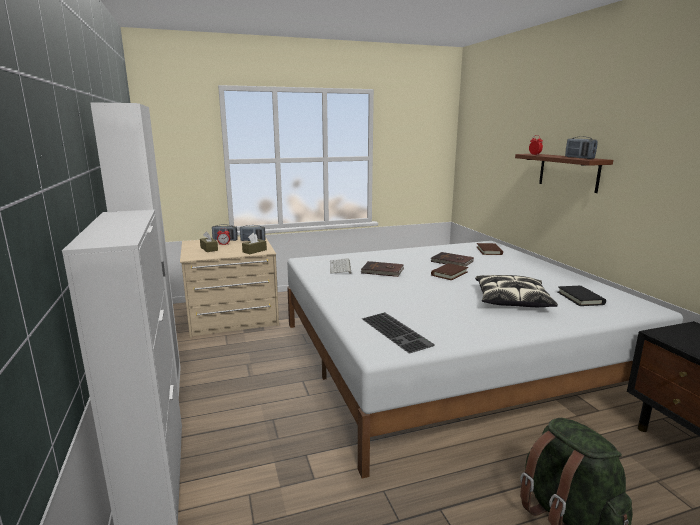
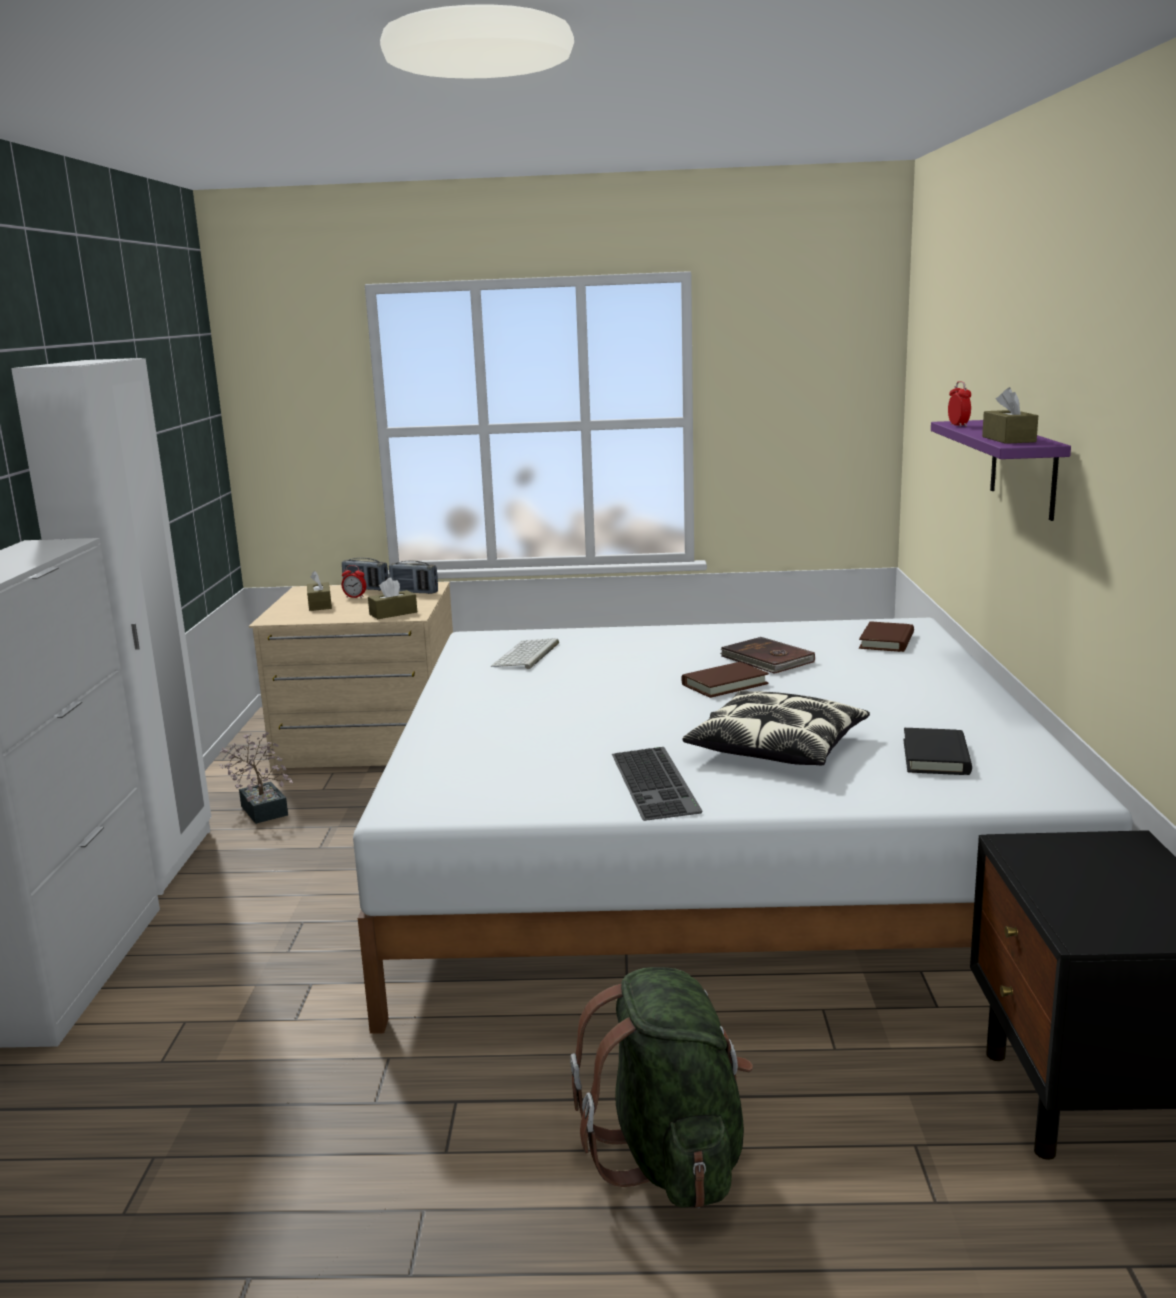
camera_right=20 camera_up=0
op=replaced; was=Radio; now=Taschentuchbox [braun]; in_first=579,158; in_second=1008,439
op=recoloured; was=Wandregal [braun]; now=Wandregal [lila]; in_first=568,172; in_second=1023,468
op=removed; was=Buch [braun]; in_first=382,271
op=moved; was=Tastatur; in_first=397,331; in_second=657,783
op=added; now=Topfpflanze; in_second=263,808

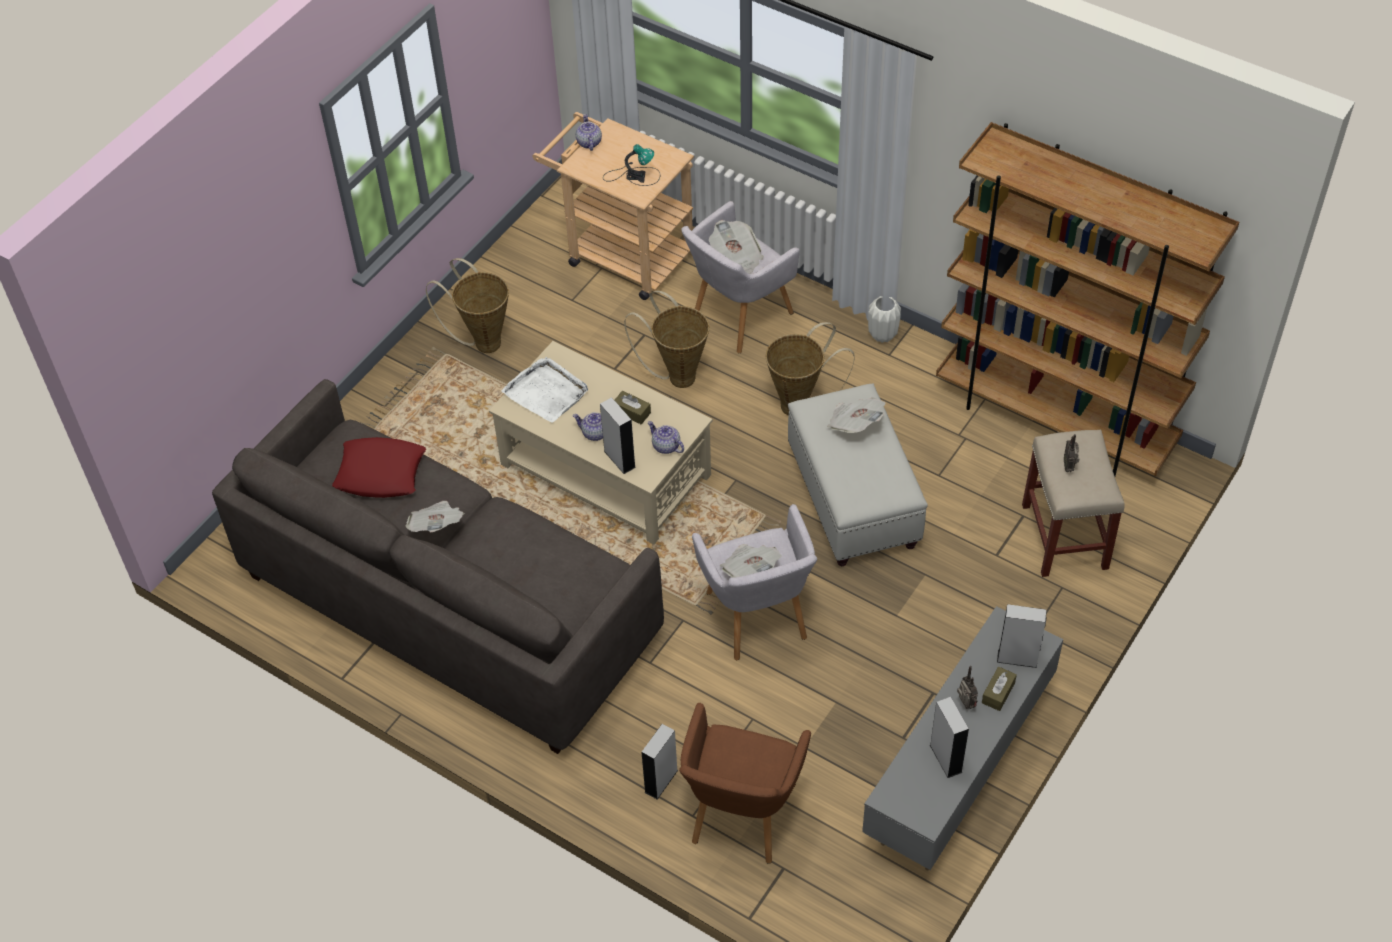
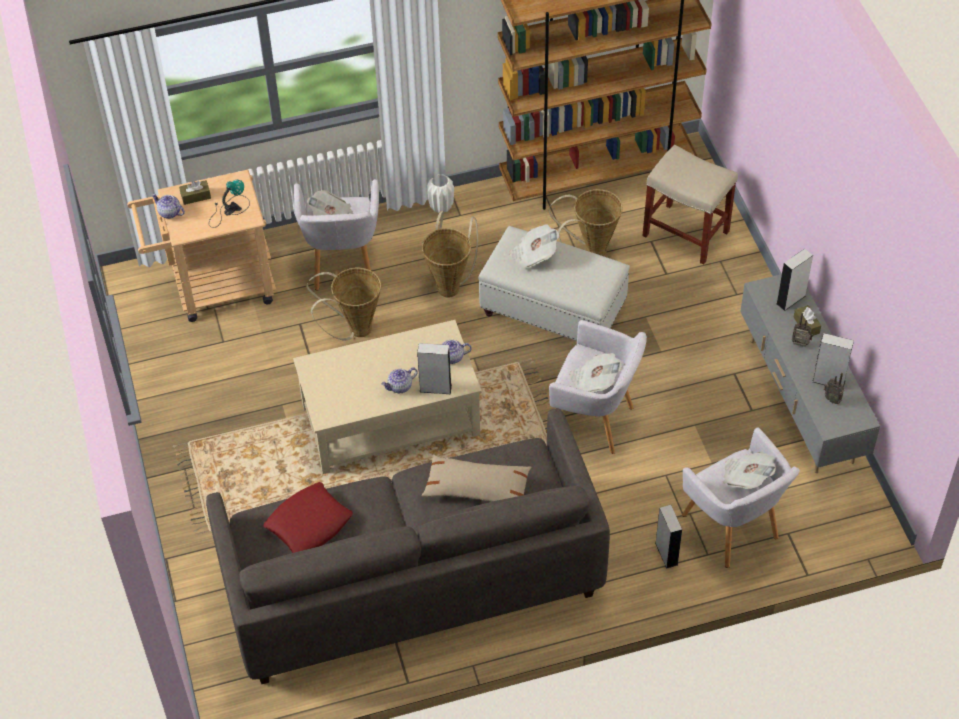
camera_right=-50 camera_up=0
op=moved; was=Korb; in_first=483,341; in_second=590,251
op=removed; was=Tablett [weiß]; in_first=546,392
op=moved; was=Taschentuchbox [braun]; in_first=632,412; in_second=196,196
op=moved; was=Radio; in_first=1069,466; in_second=832,399
op=moved; was=Zeitung; in_first=437,526; in_second=746,477
op=recoloured; was=Sessel [braun]; now=Sessel [grau]; in_first=741,818; in_second=732,530
op=added; now=Kissen [beige]; in_second=477,488

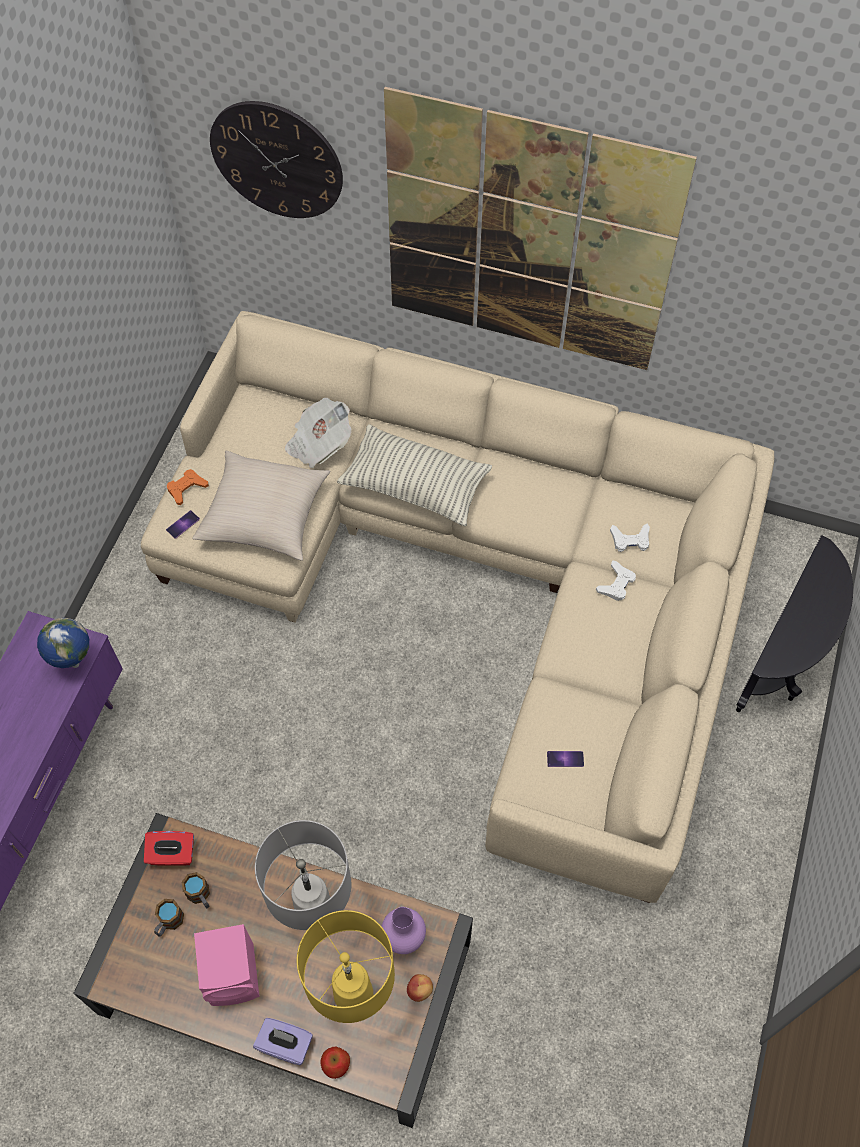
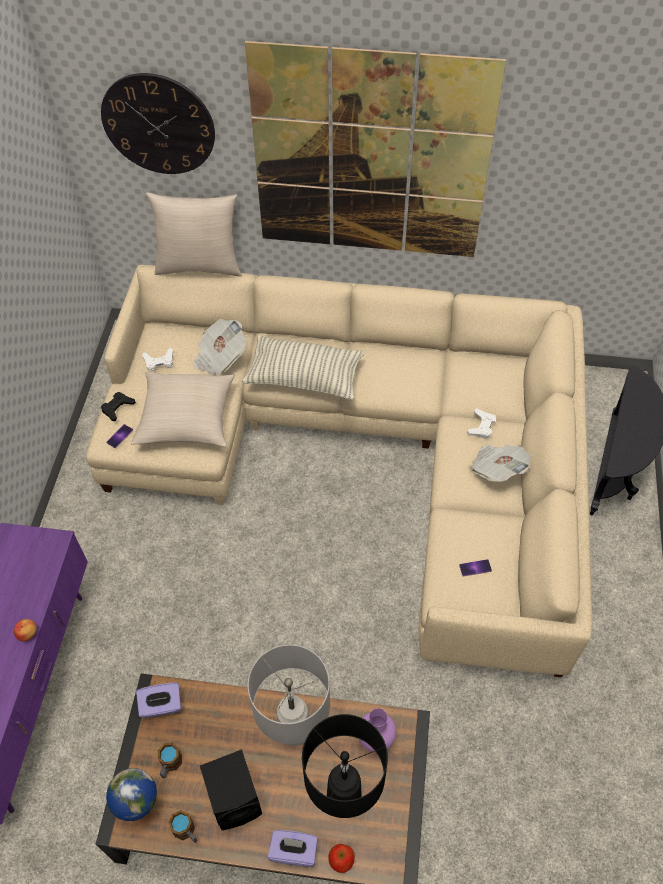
camera_right=-10 camera_up=-5
op=recoloured; was=Gamepad [orange]; now=Gamepad [schwarz]; in_first=187,488; in_second=117,408
op=moved; was=Gamepad [weiß]; in_first=630,540; in_second=159,362
op=moved; was=Globus; in_first=74,665; in_second=139,807
op=recoloured; was=Taschentuchbox [rot]; now=Taschentuchbox [lila]; in_first=172,854; in_second=161,706
op=moved; was=Henkelbecher; in_first=200,896; in_second=187,832
op=recoloured; was=Tischlampe [gelb]; now=Tischlampe [schwarz]; in_first=354,996; in_second=344,797
op=recoloured; was=Lautsprecher [rosa]; now=Lautsprecher [schwarz]; in_first=235,975; in_second=237,799
op=moved; was=Apfel; in_first=419,990; in_second=28,634
op=added; now=Kissen [beige]; in_second=199,266
op=added; now=Zeitung; in_second=497,469

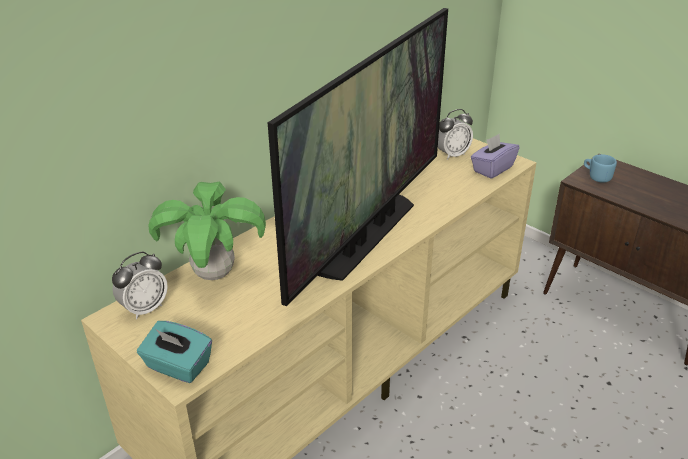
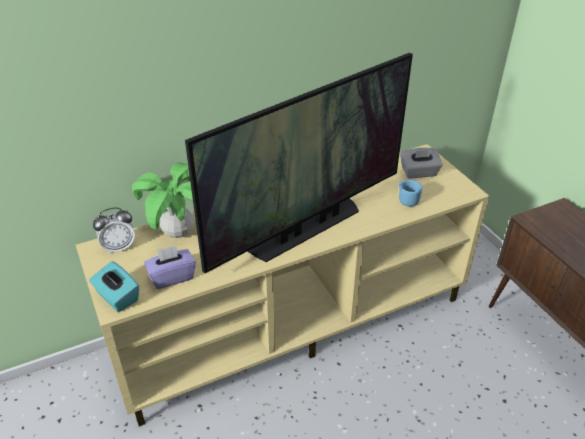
camera_right=20 camera_up=5
op=replaced; was=Wecker; now=Taschentuchbox [grau]; in_first=452,155; in_second=419,173
op=moved; was=Taschentuchbox [lila]; in_first=492,169; in_second=172,277
op=moved; was=Henkelbecher [blau]; in_first=596,177; in_second=407,200

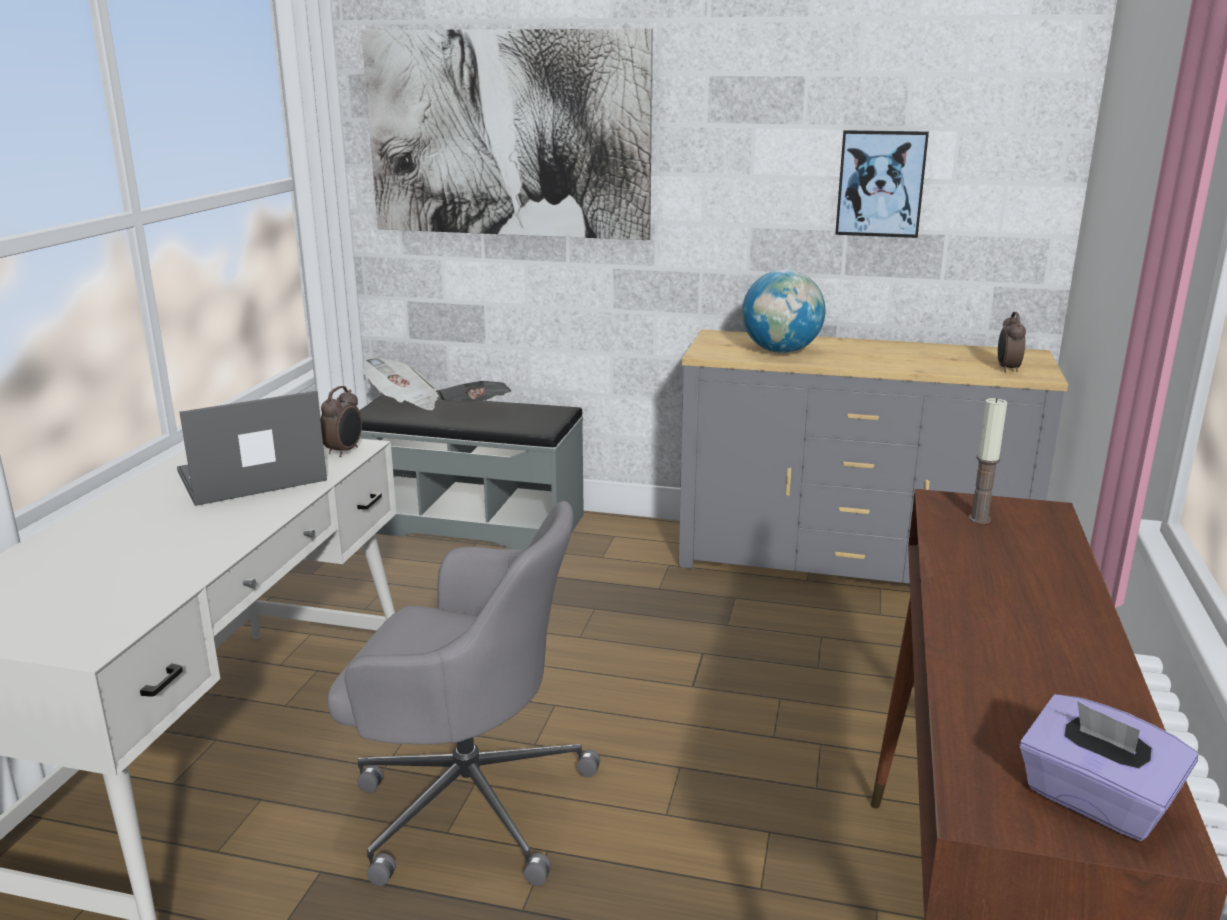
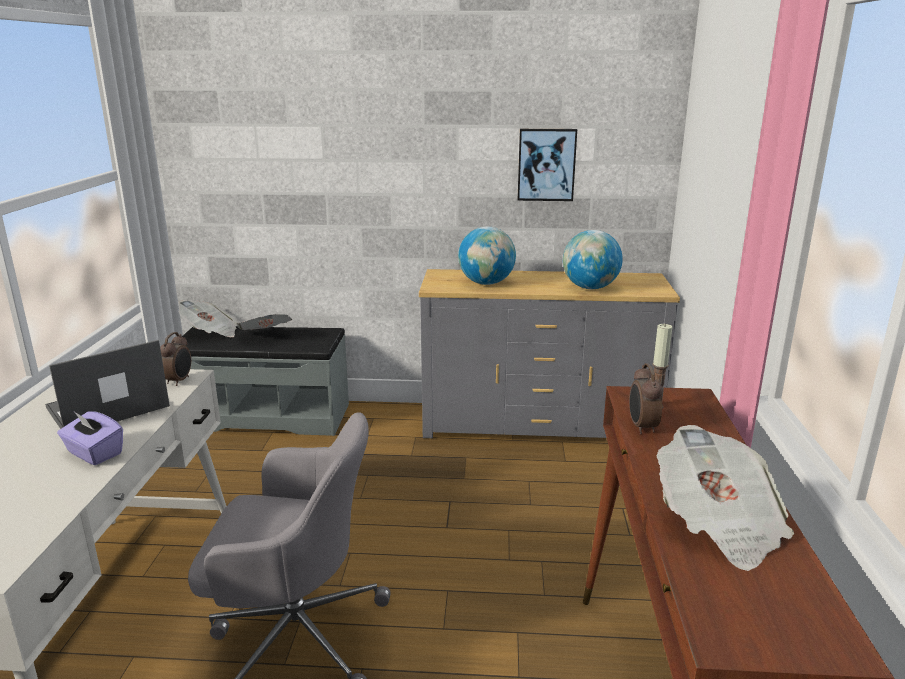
camera_right=-10 camera_up=0
op=removed; was=Bild; in_first=508,134
op=moved; was=Wecker; in_first=1007,369; in_second=641,427
op=moved; was=Taschentuchbox [lila]; in_first=1095,801; in_second=94,453
op=added; now=Globus; in_second=590,288
op=added; now=Zeitung; in_second=719,525

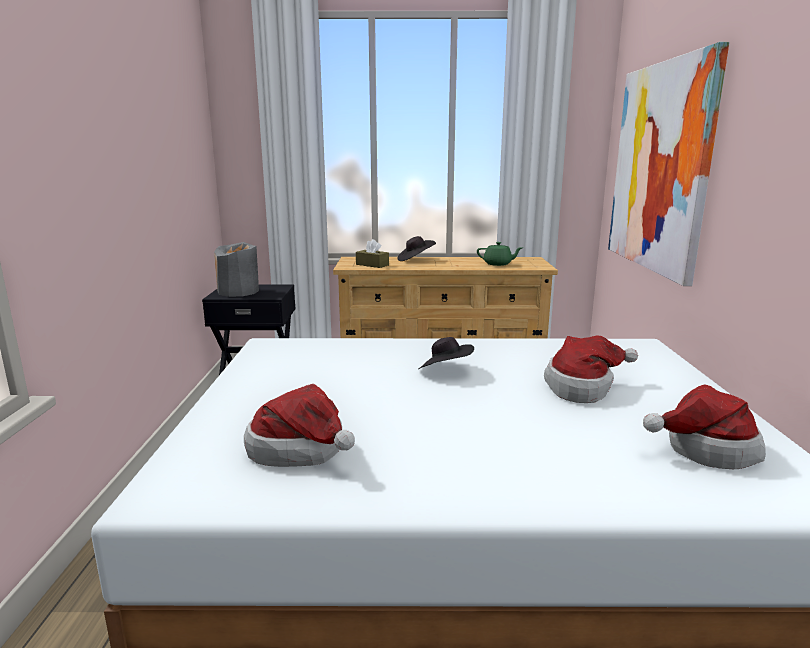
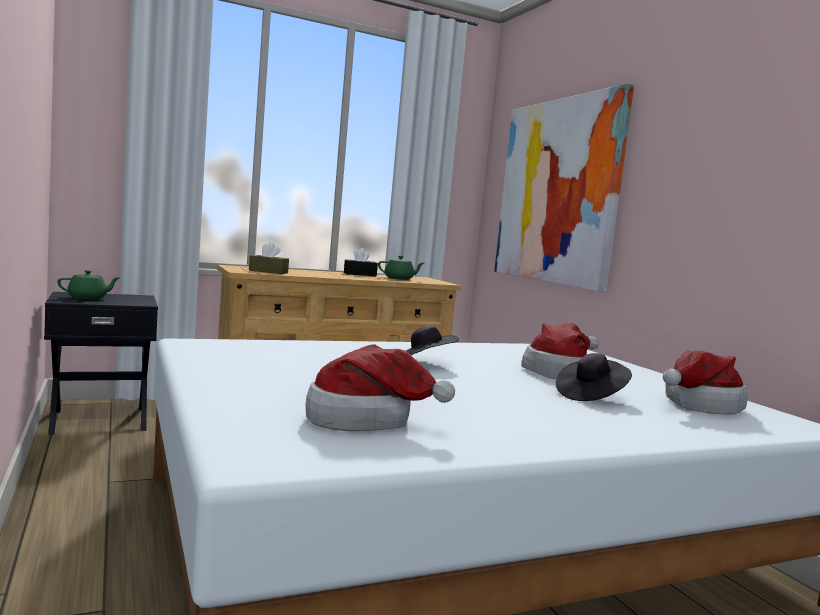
camera_right=-25 camera_up=-10
op=moved; was=Hut [schwarz]; in_first=415,260; in_second=590,396
op=replaced; was=Vase [grau]; now=Teekanne [grün]; in_first=238,291; in_second=88,298
op=added; now=Taschentuchbox [schwarz]; in_second=360,274

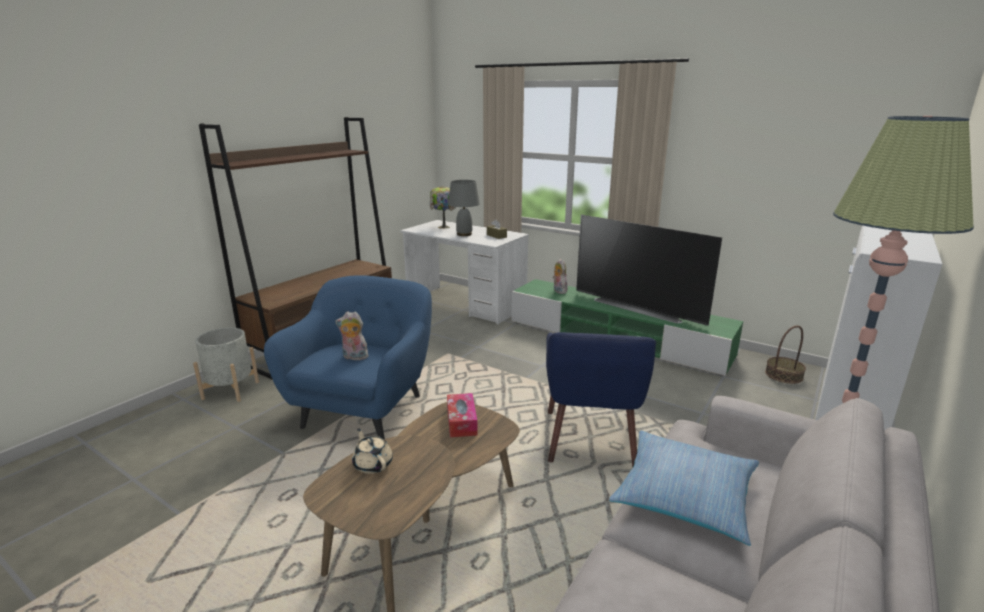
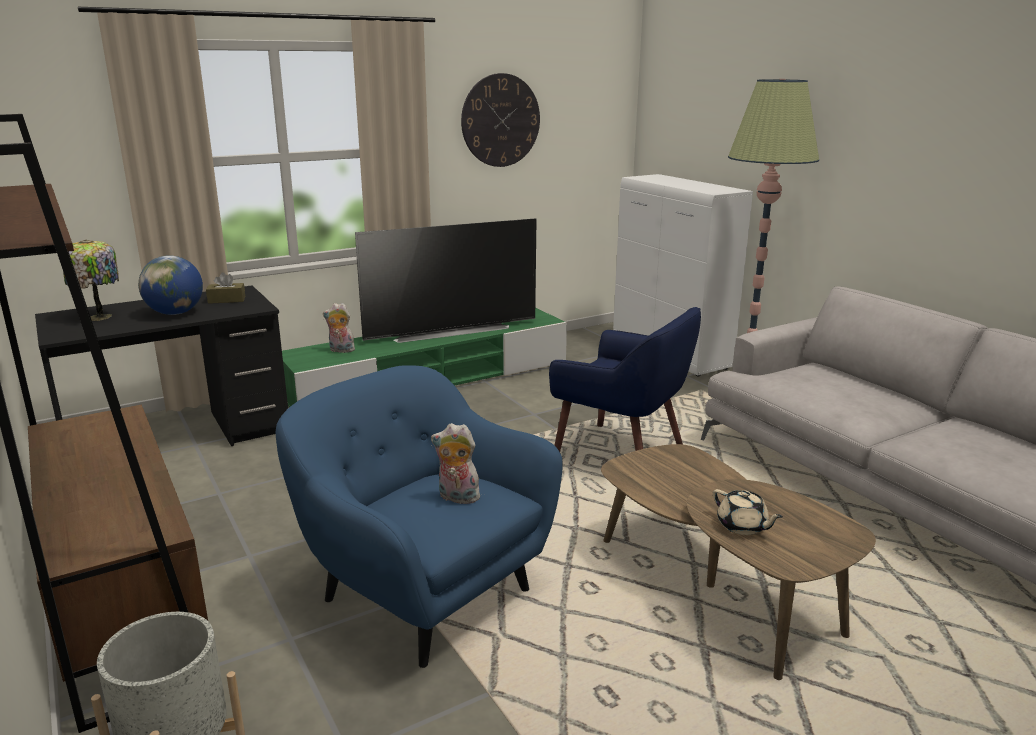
camera_right=-65 camera_up=0
op=replaced; was=Tischlampe [grau]; now=Globus; in_first=464,234; in_second=175,313
op=recoloured; was=Schreibtisch [weiß]; now=Schreibtisch [schwarz]; in_first=465,304; in_second=179,438
op=turned; was=Plüschtier; in_first=354,357; in_second=456,498; clockwise=75
op=removed; was=Korb; in_first=783,375
op=removed; was=Taschentuchbox; in_first=461,421
op=turned; was=Teekanne [beige]; in_first=373,464; in_second=742,526; clockwise=-120
op=removed; was=Kissen; in_first=685,495
op=added; now=Wanduhr; in_second=500,120

